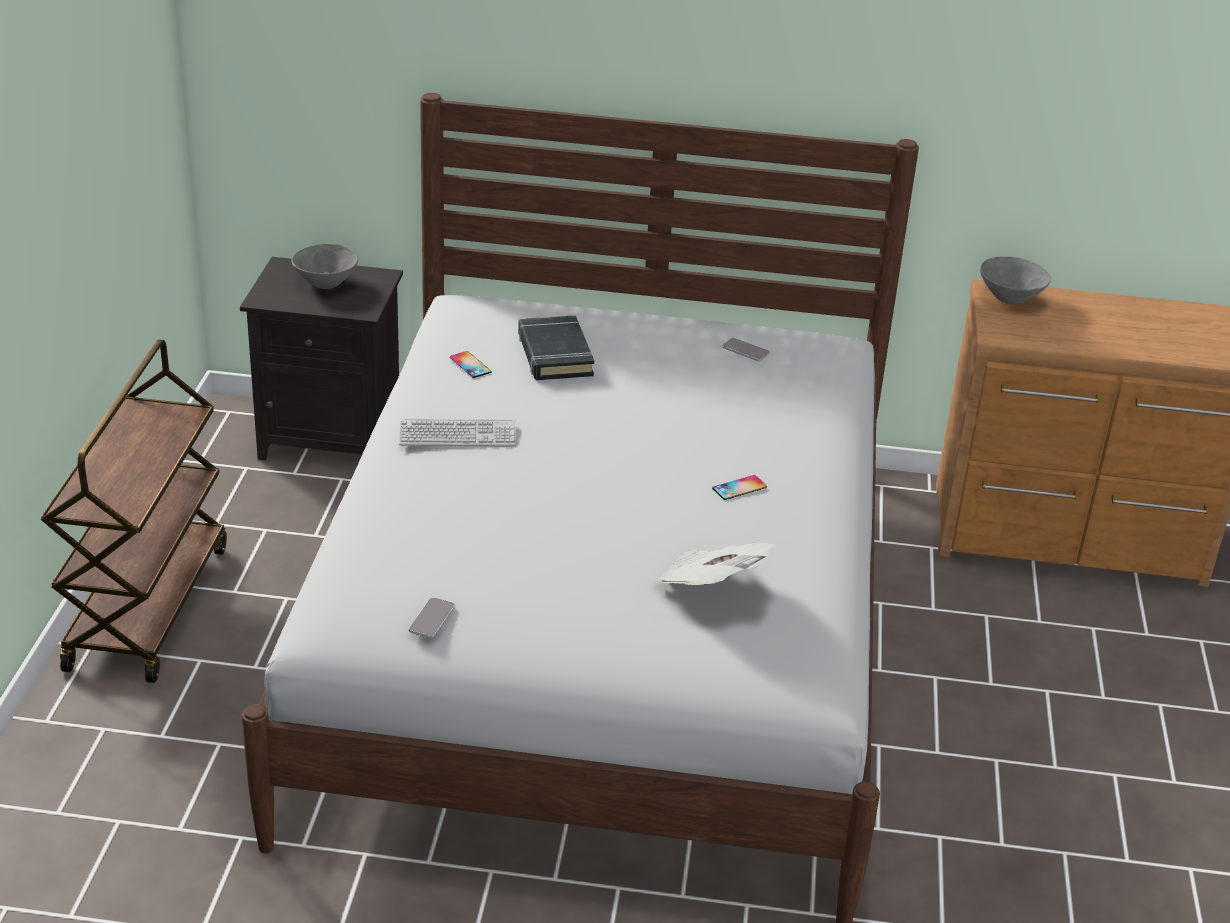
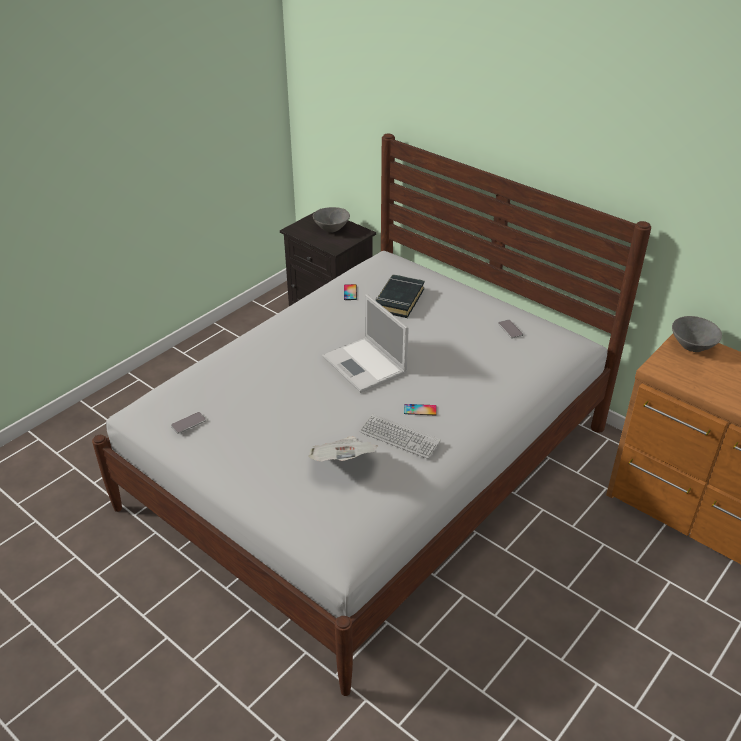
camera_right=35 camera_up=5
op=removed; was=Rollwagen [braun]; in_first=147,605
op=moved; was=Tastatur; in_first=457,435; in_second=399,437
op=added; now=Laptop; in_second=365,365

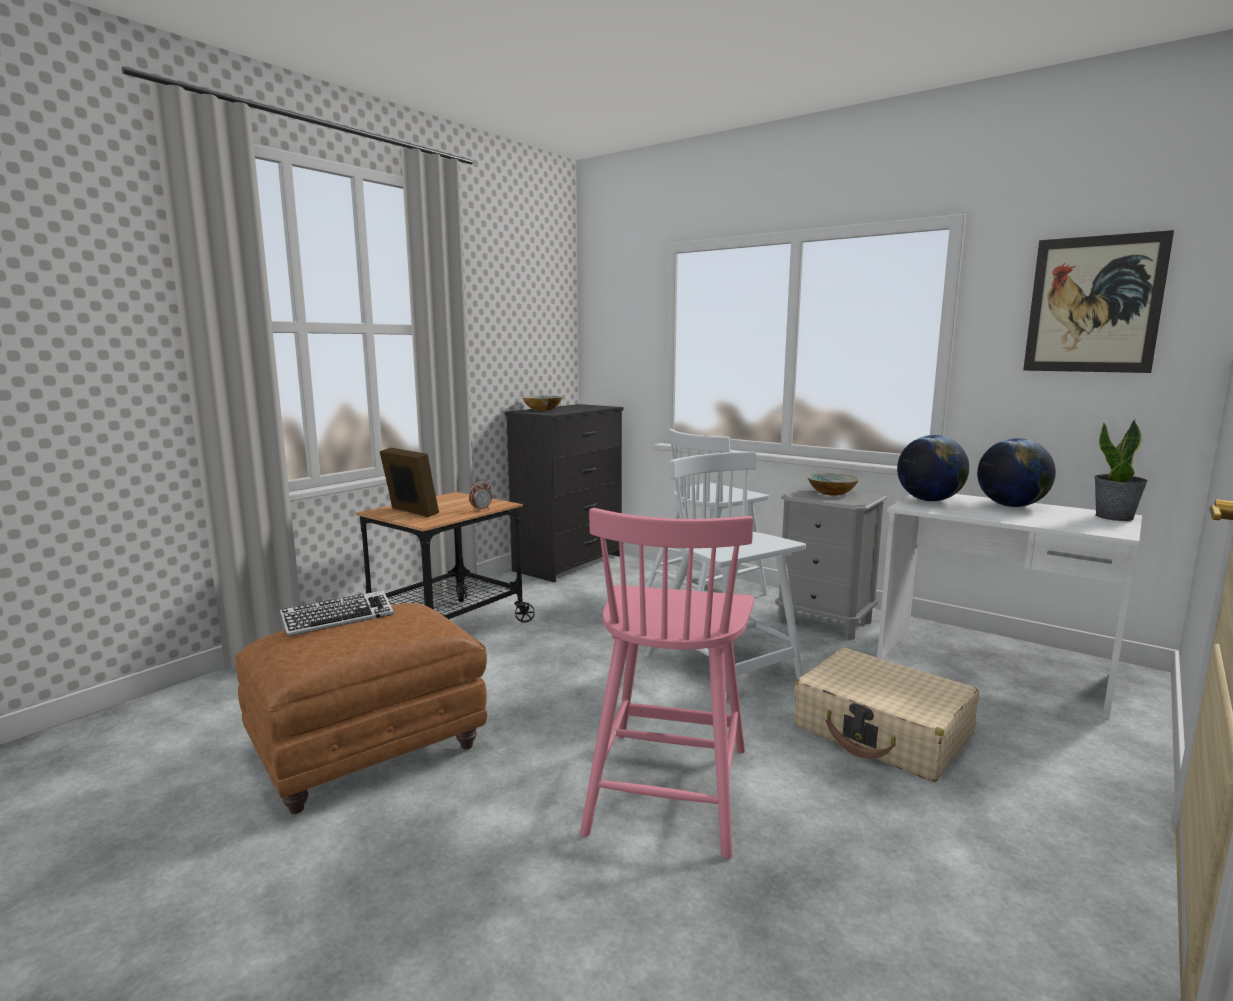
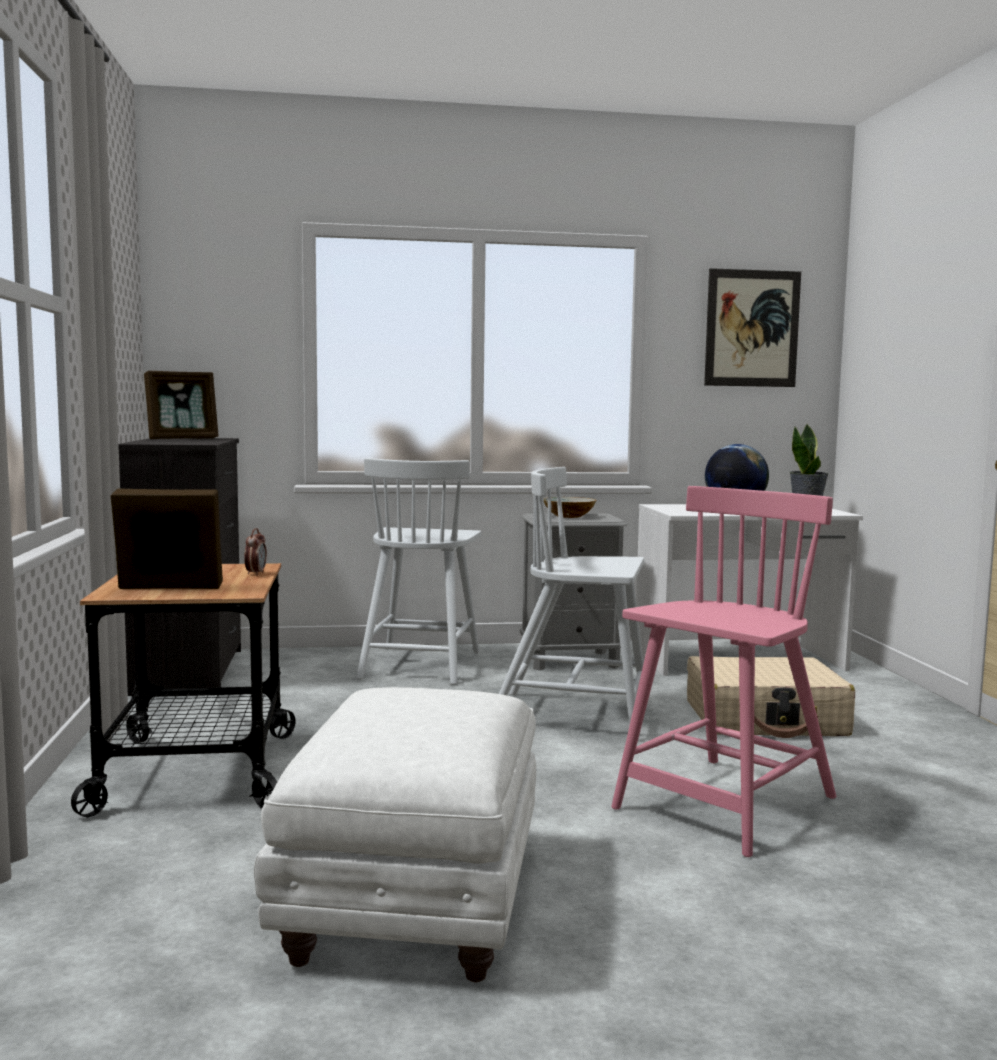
camera_right=-45 camera_up=-5
op=removed; was=Schüssel; in_first=543,409
op=removed; was=Globus; in_first=929,500
op=turned; was=Stuhl [rosa]; in_first=669,786; in_second=724,805; clockwise=-105
op=removed; was=Tastatur; in_first=338,619
op=recoloured; was=Polsterhocker [braun]; now=Polsterhocker [weiß]; in_first=370,751; in_second=413,901
op=added; now=Bilderrahmen; in_second=183,438

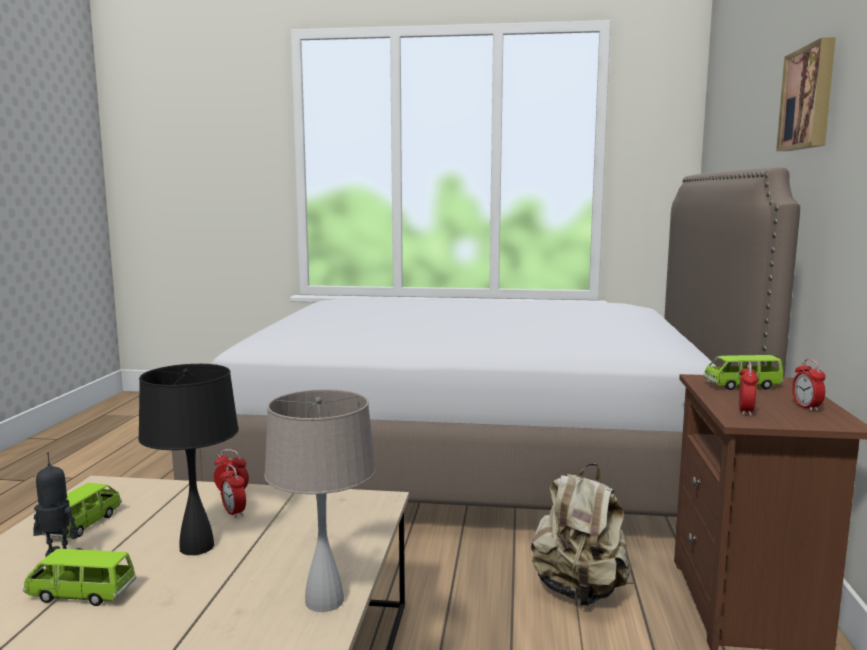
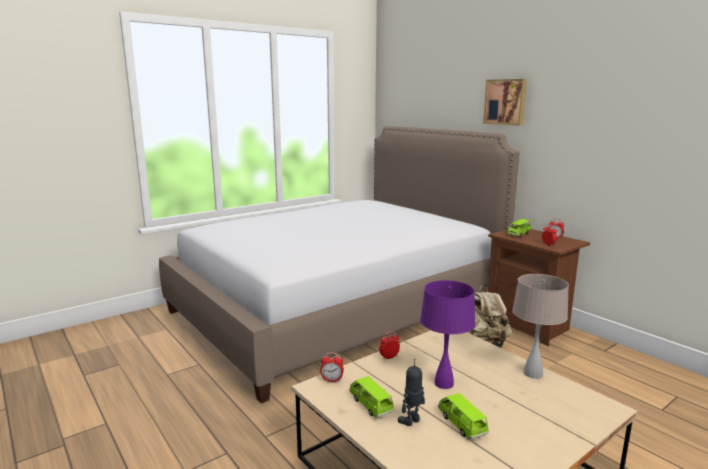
camera_right=-45 camera_up=5
op=recoloured; was=Tischlampe [schwarz]; now=Tischlampe [lila]; in_first=197,547; in_second=444,383
op=moved; was=Wecker; in_first=234,512; in_second=332,380
op=turned; was=Spielzeugauto [grün]; in_first=81,594; in_second=461,424; clockwise=105

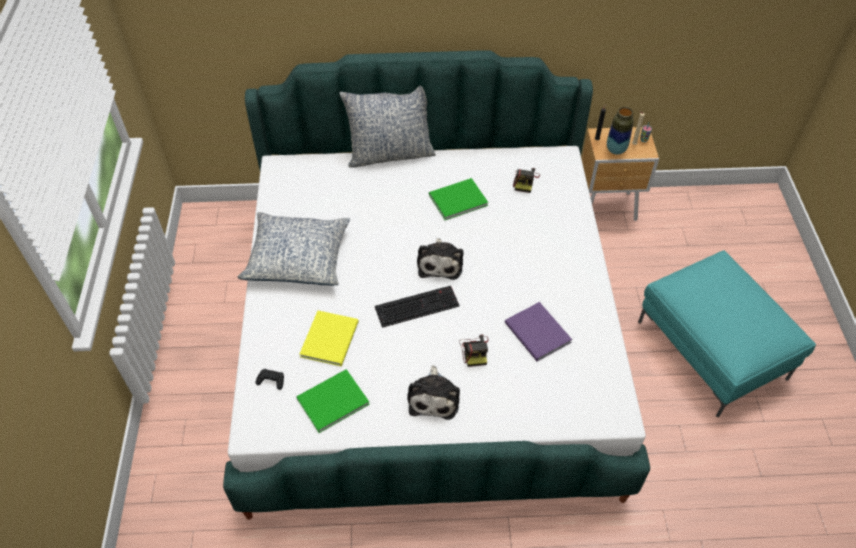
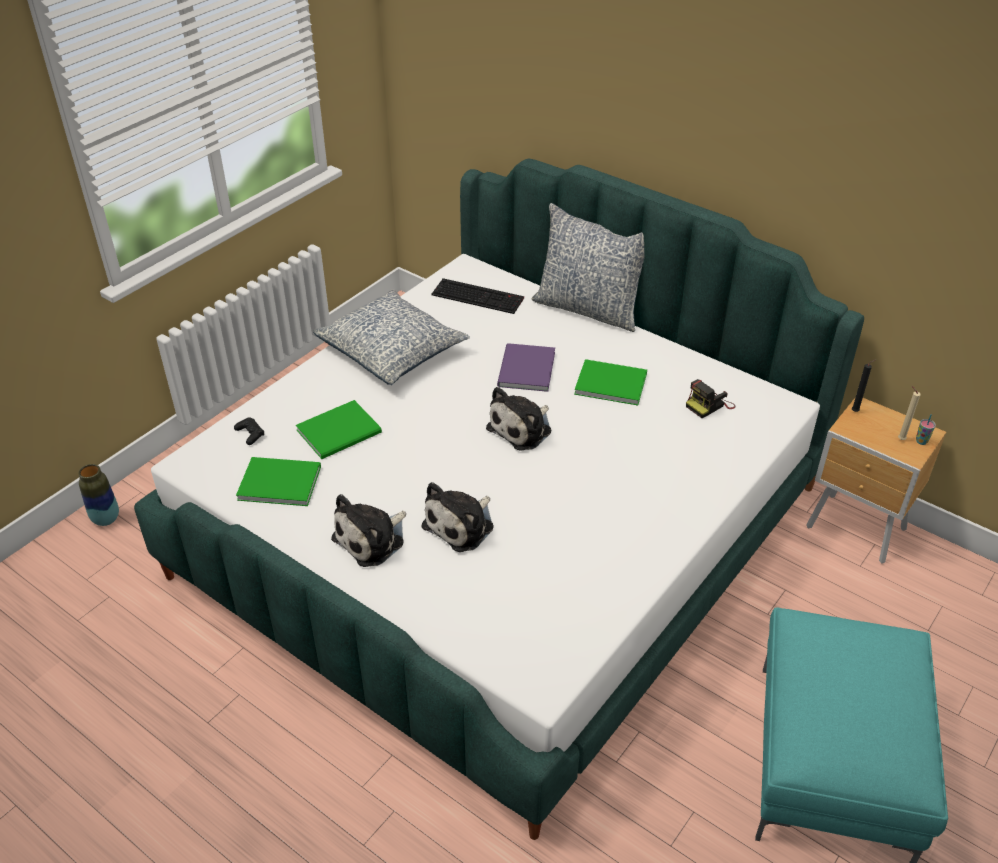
camera_right=40 camera_up=-10
op=moved; was=Vase; in_first=616,150; in_second=106,519
op=moved; was=Tastatur; in_first=417,305; in_second=479,296
op=moved; was=Buch [lila]; in_first=537,334; in_second=524,370
op=recoloured; was=Buch [gelb]; now=Buch [grün]; in_first=331,338; in_second=342,432
op=replaced; was=Kamera; now=Plüschtier; in_first=475,351; in_second=461,525

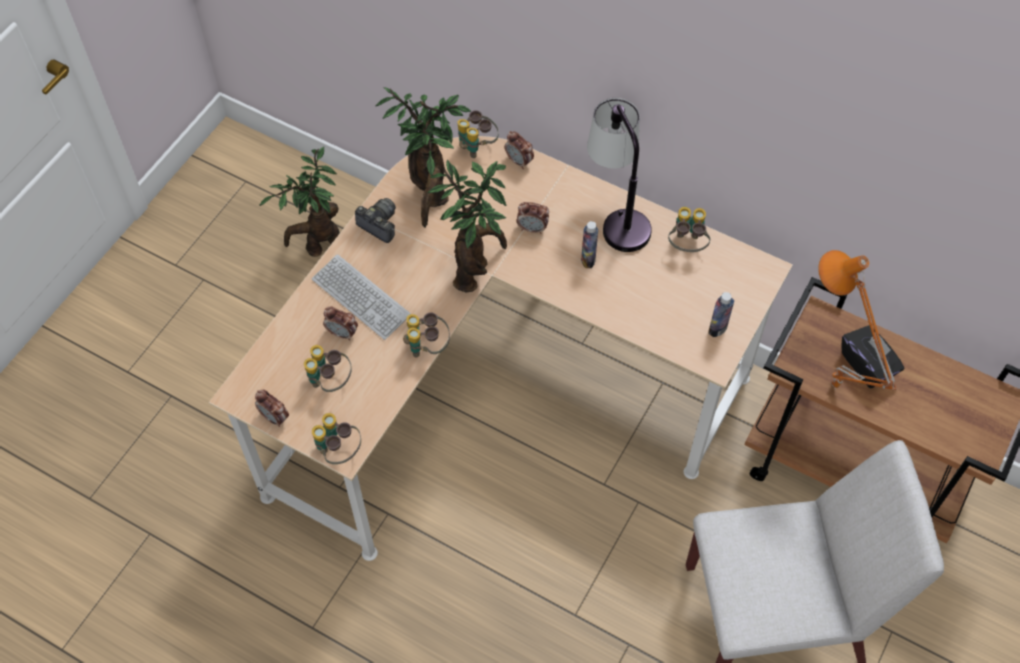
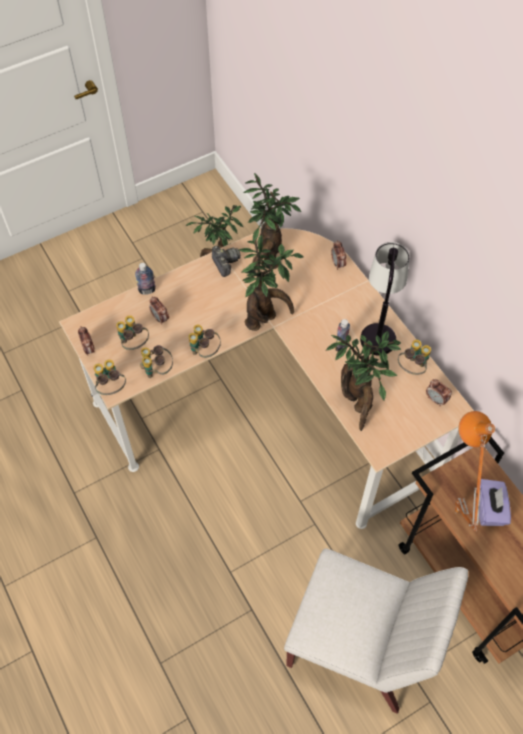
camera_right=30 camera_up=0
op=moved; was=Fernglas; in_first=477,146; in_second=157,370
op=moved; was=Wecker; in_first=532,228; in_second=436,400
op=removed; was=Tastatur; in_first=361,298
op=moved; was=Flasche; in_first=717,329; in_second=147,290
op=recoloured; was=Taschentuchbox [schwarz]; now=Taschentuchbox [lila]; in_first=867,365; in_second=489,509
op=added; now=Topfpflanze; in_second=357,403

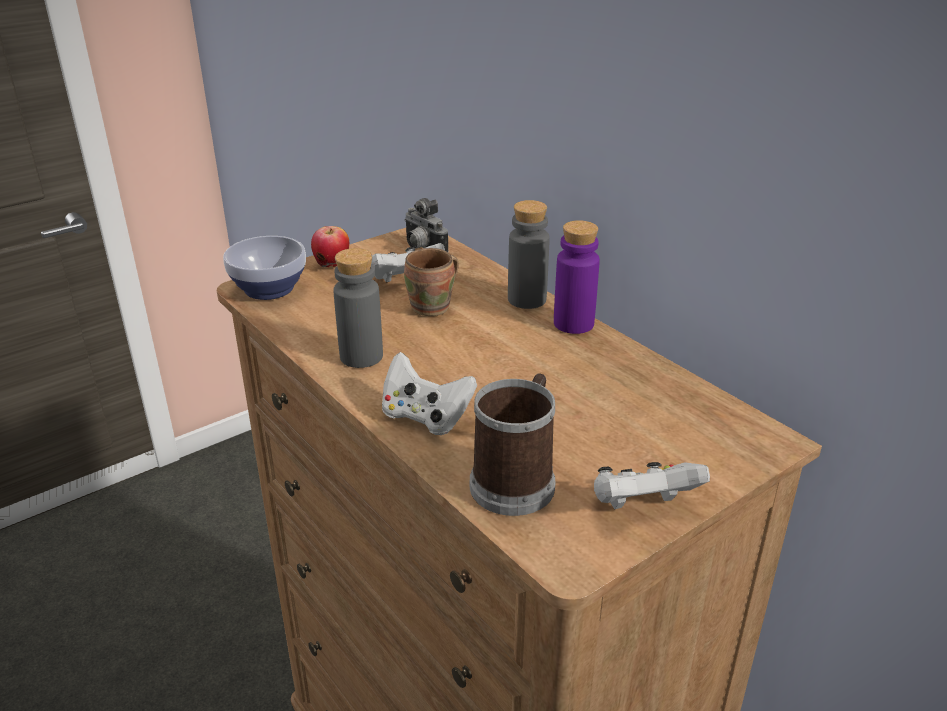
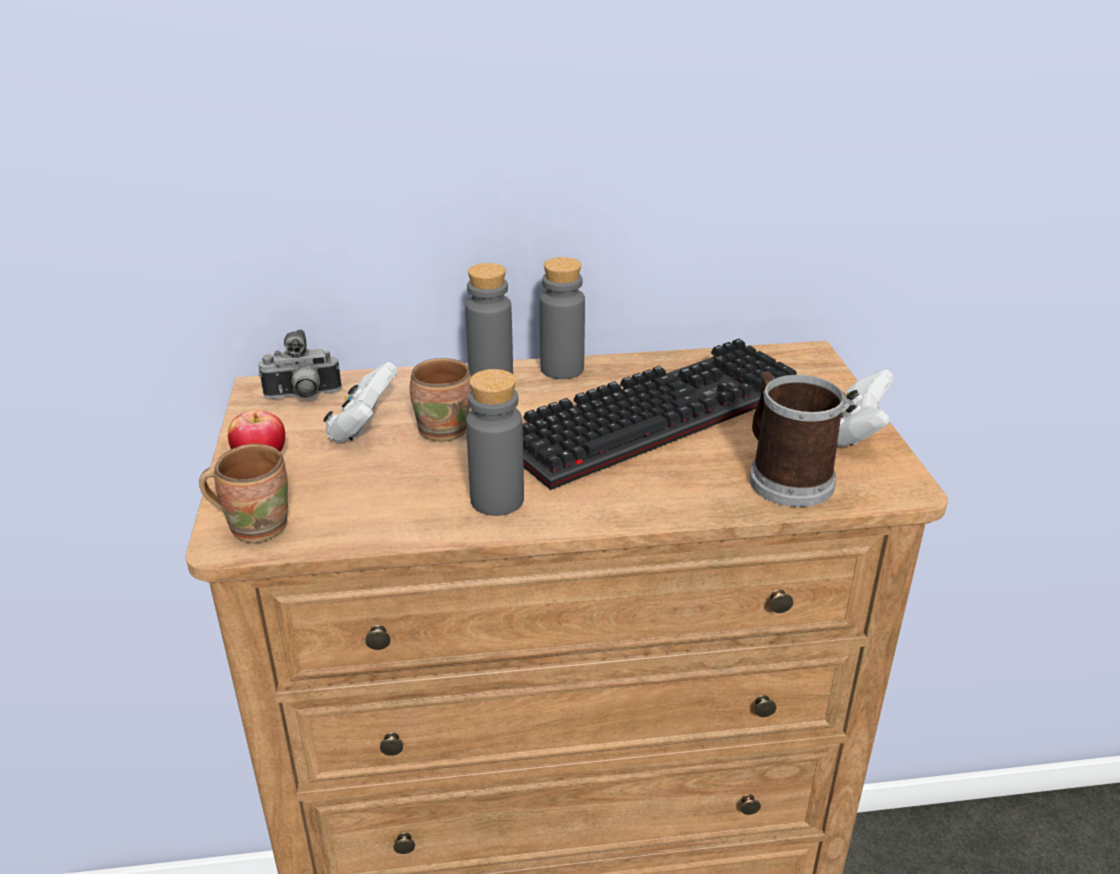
camera_right=-60 camera_up=0
op=recoloured; was=Flasche [lila]; now=Flasche [grau]; in_first=573,323; in_second=562,369
op=replaced; was=Schüssel; now=Henkelbecher [braun]; in_first=268,288; in_second=256,525
op=removed; was=Gamepad [weiß]; in_first=425,417
op=added; now=Tastatur; in_second=654,413

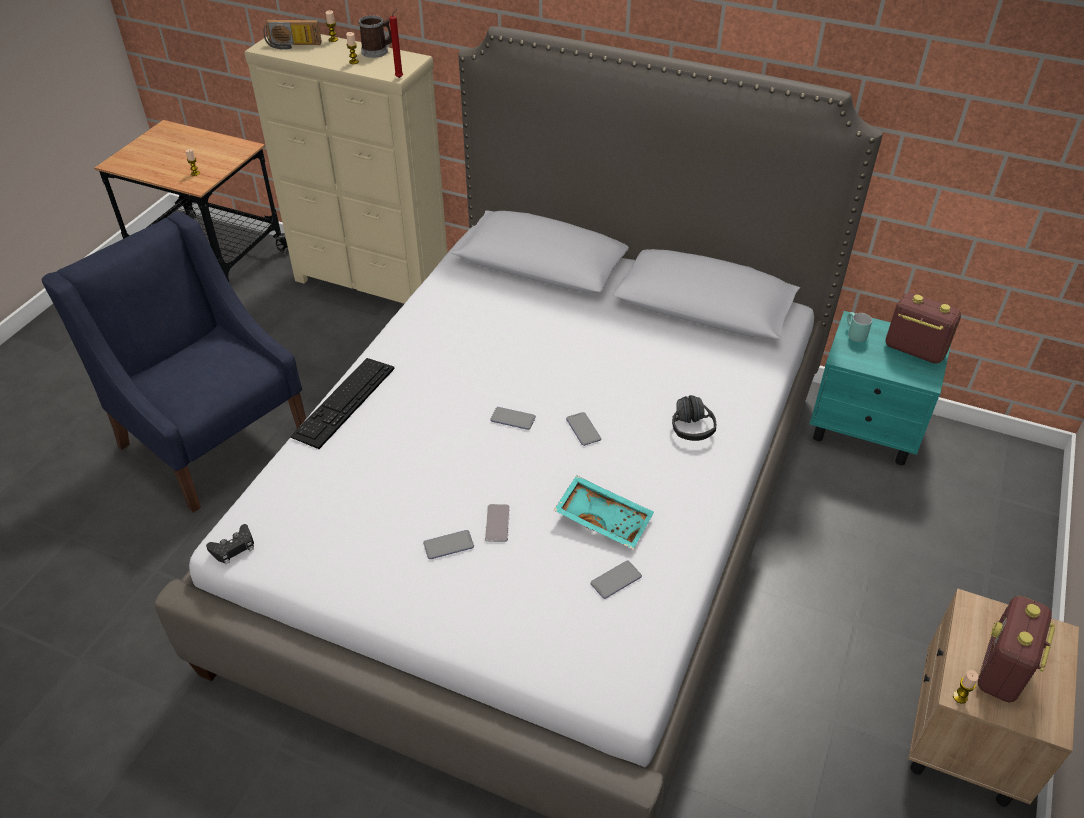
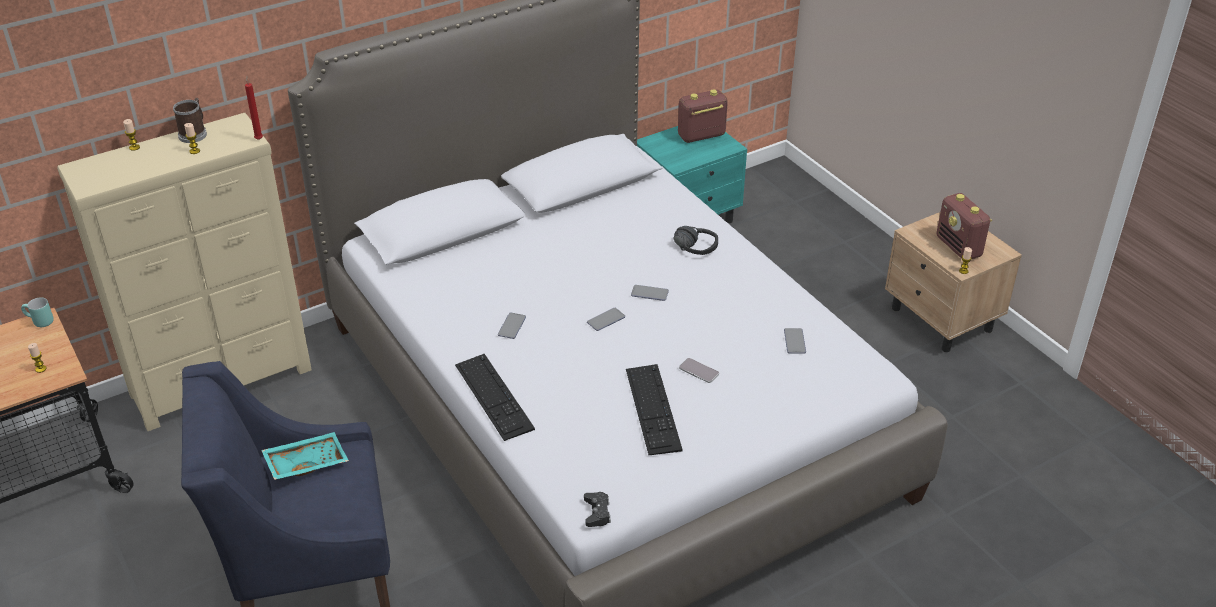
camera_right=-55 camera_up=-5
op=removed; was=Radio; in_first=293,45
op=moved; was=Henkelbecher [türkis]; in_first=853,335; in_second=39,322
op=moved; was=Tablett [türkis]; in_first=604,518; in_second=306,462
op=moved; was=Handy; in_first=448,545; in_second=512,326
op=added; now=Tastatur; in_second=653,409

